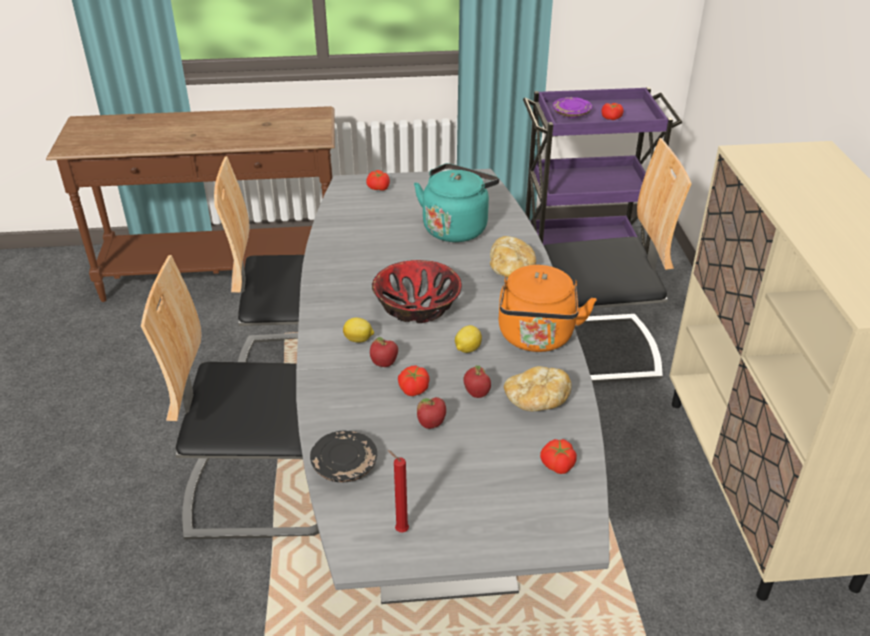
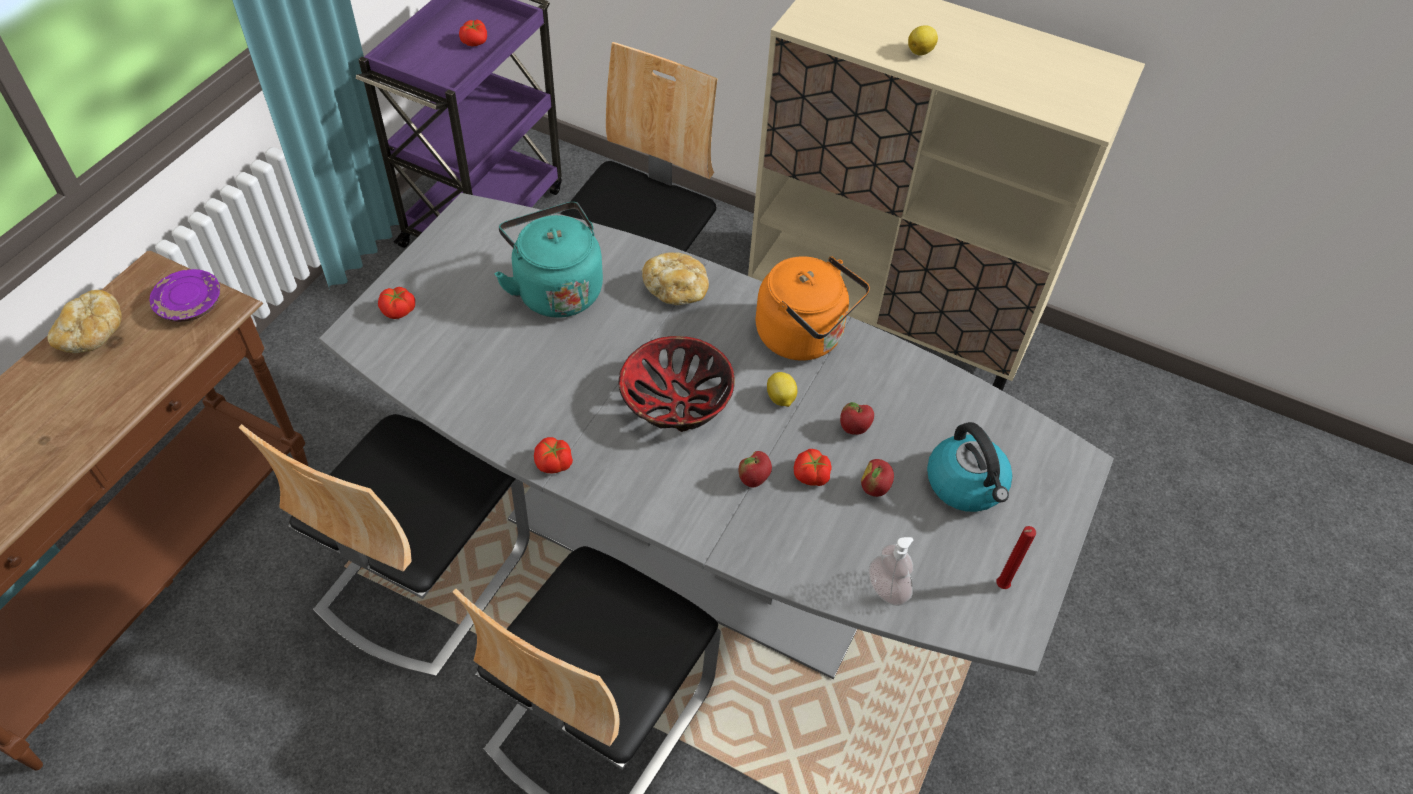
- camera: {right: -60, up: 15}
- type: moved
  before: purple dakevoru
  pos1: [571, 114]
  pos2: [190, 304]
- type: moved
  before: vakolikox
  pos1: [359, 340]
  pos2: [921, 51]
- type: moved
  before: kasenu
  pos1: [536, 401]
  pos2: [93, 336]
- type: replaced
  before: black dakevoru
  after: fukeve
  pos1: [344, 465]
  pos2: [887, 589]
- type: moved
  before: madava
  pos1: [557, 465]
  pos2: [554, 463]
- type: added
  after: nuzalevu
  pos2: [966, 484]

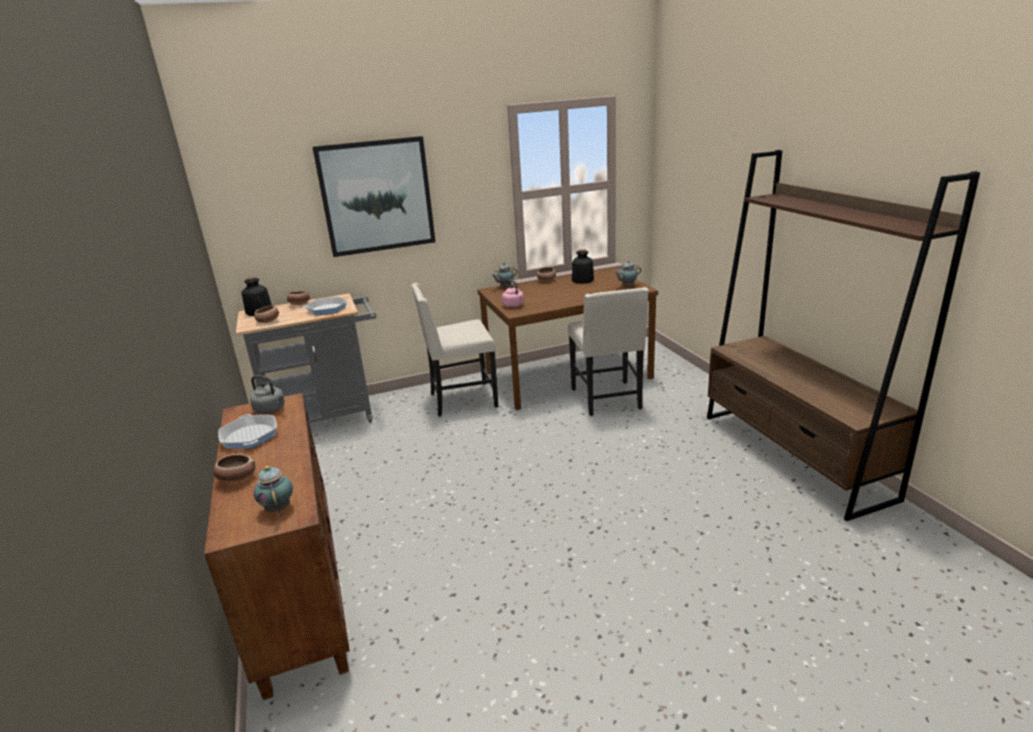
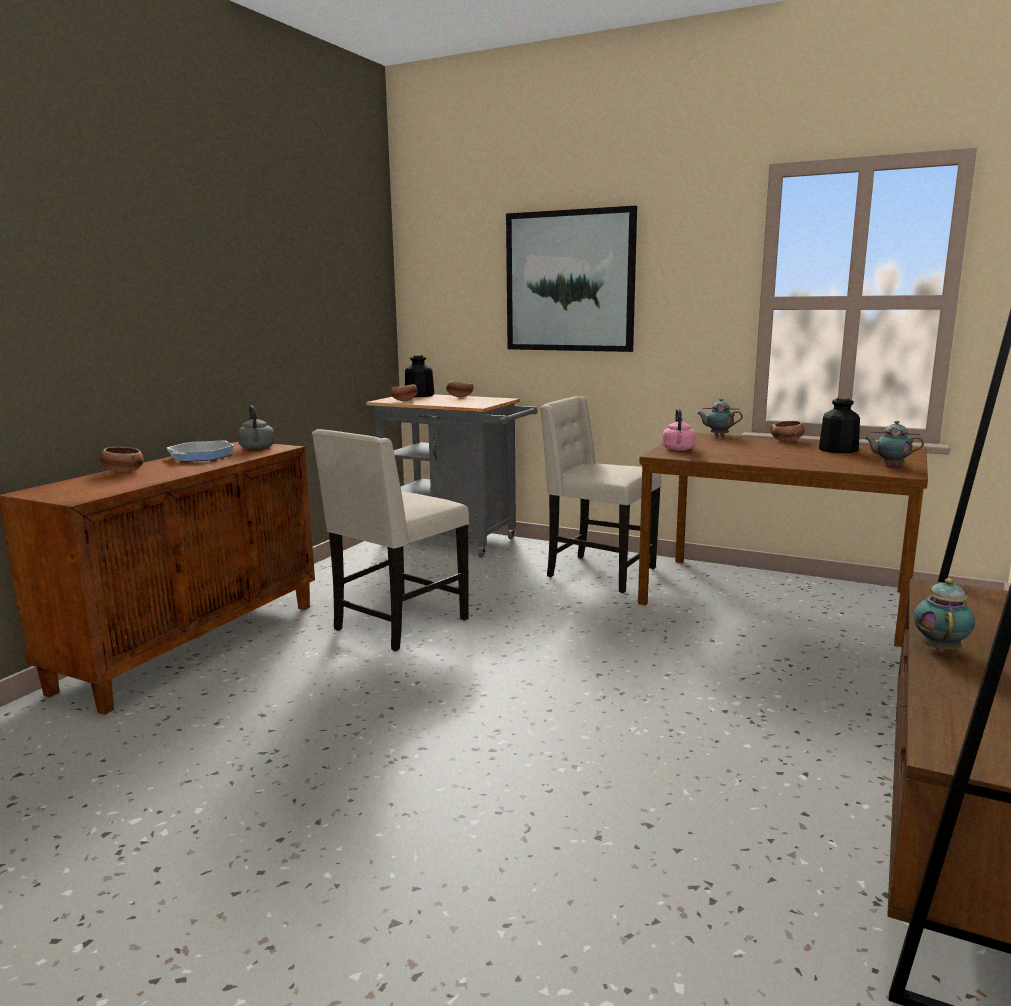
- camera: {right: 45, up: -10}
- type: moved
  before: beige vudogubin
  pos1: [607, 399]
  pos2: [398, 625]
- type: removed
  before: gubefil
  pos1: [327, 309]
- type: moved
  before: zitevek
  pos1: [278, 508]
  pos2: [939, 648]

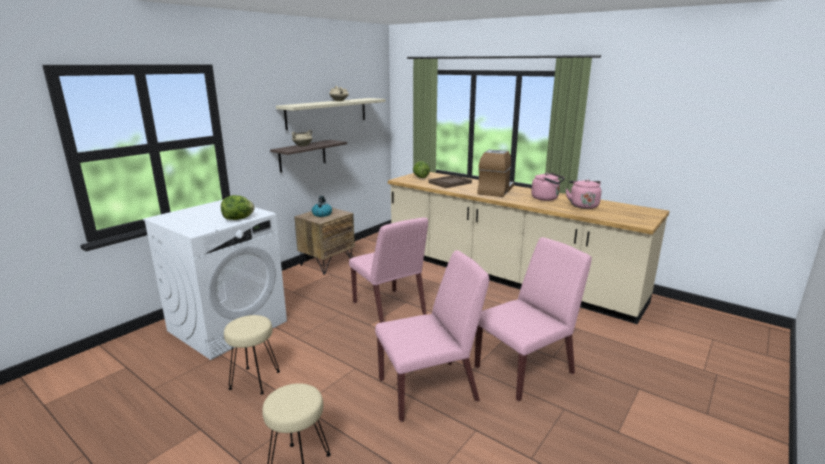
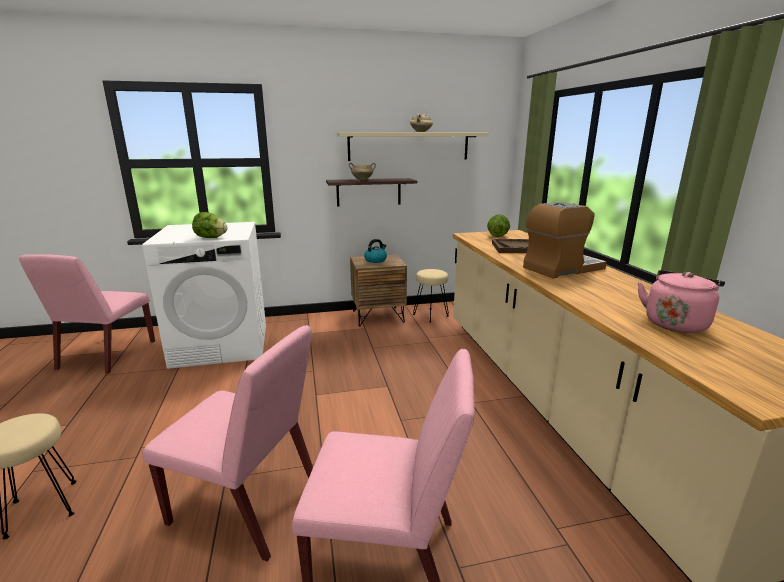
- camera: {right: 40, up: 0}
- type: removed
  before: pink nuzalevu
  pos1: [546, 198]
- type: moved
  before: pink vudogubin
  pos1: [389, 309]
  pos2: [107, 355]
- type: moved
  before: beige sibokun
  pos1: [255, 380]
  pos2: [430, 315]

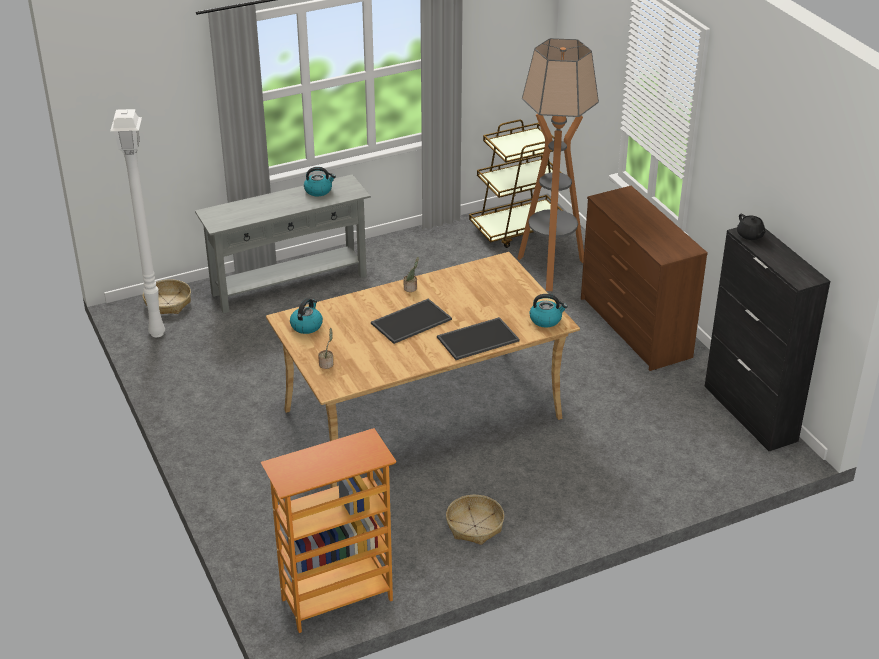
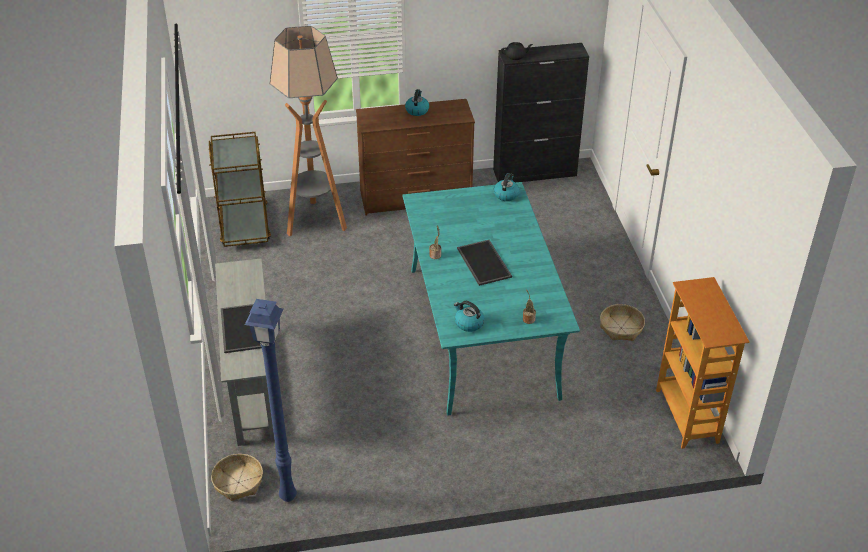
- camera: {right: -75, up: 5}
- type: recoloured
  before: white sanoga
  after: blue sanoga
  pos1: [158, 334]
  pos2: [289, 495]
- type: moved
  before: nuzalevu
  pos1: [318, 190]
  pos2: [417, 110]
- type: recoloured
  before: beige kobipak
  after: turquoise kobipak
  pos1: [422, 414]
  pos2: [481, 331]
- type: moved
  before: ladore
  pos1: [478, 338]
  pos2: [240, 328]

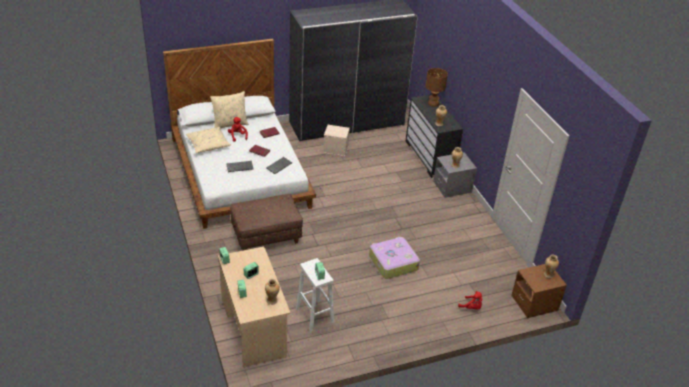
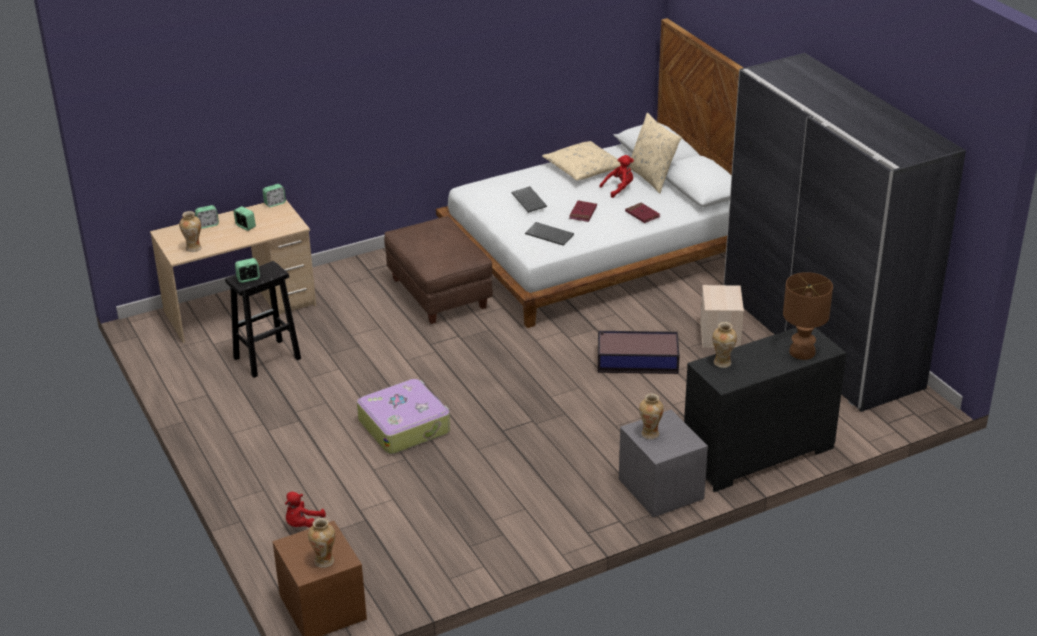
- camera: {right: 85, up: -5}
- type: recoloured
  before: white sibokun
  after: black sibokun
  pos1: [315, 316]
  pos2: [266, 359]
- type: added
  after: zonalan
  pos2: [636, 360]

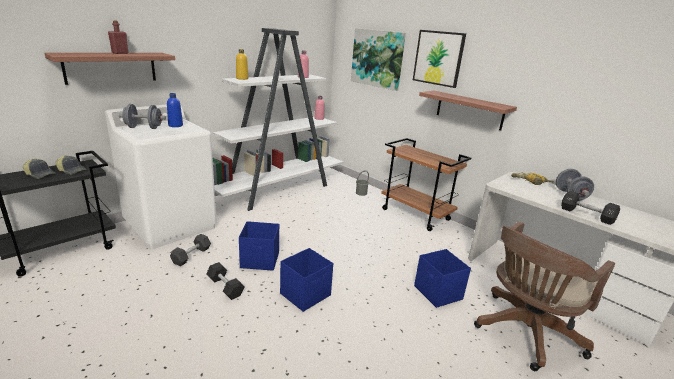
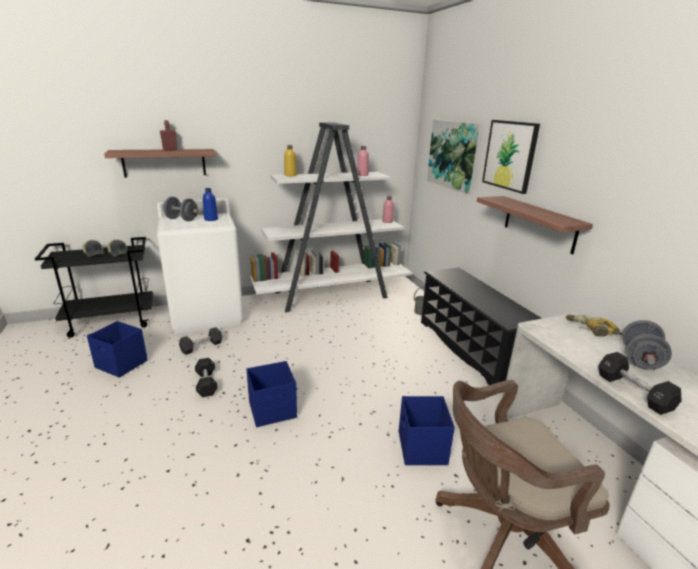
- camera: {right: 25, up: 0}
- type: replaced
  before: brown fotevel
  after: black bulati
  pos1: [416, 215]
  pos2: [470, 349]
- type: moved
  before: blue zonalan
  pos1: [260, 260]
  pos2: [121, 364]

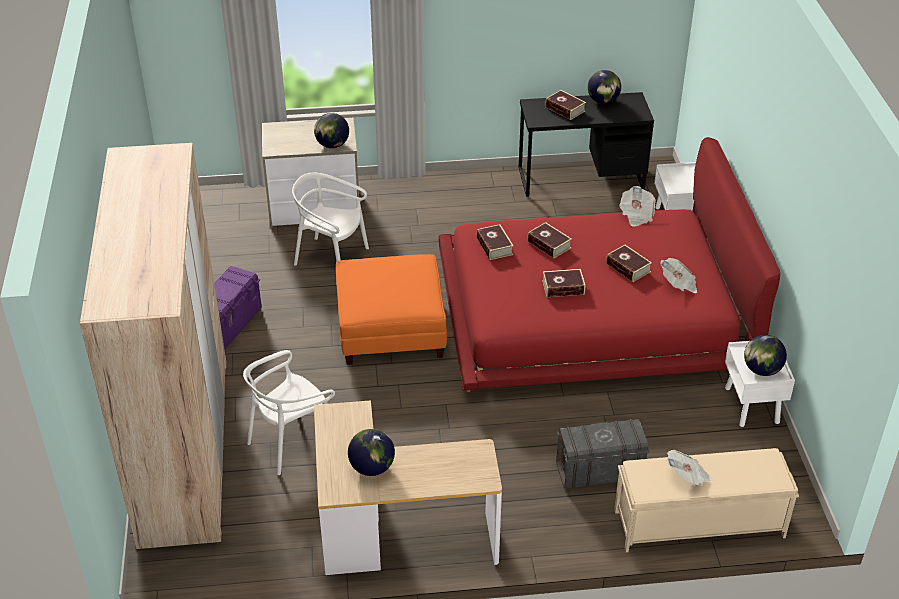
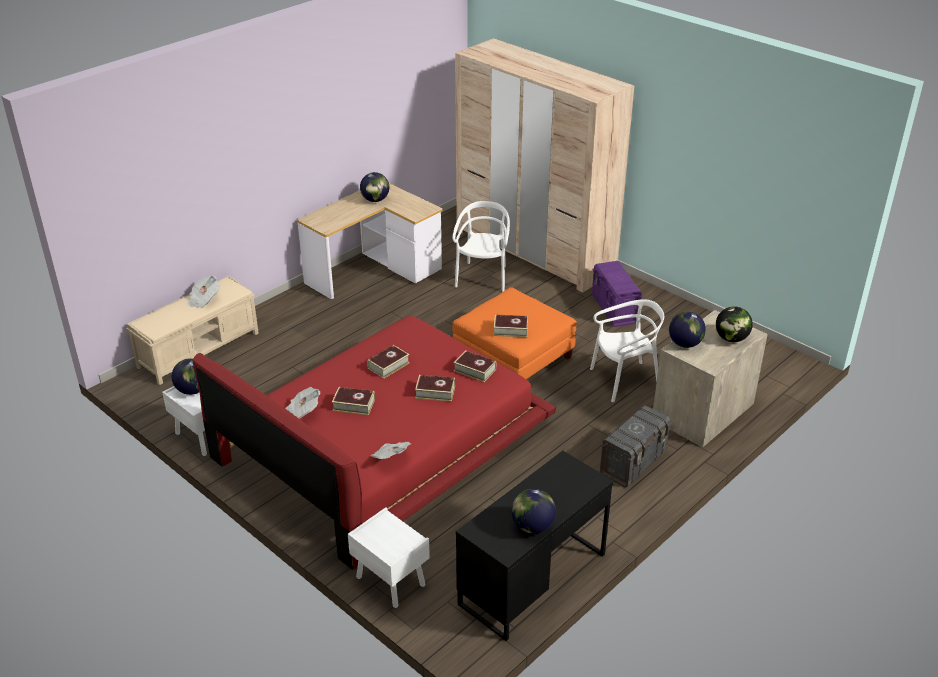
- camera: {right: 140, up: -5}
- type: moved
  before: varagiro
  pos1: [565, 109]
  pos2: [510, 330]
- type: moved
  before: grey zonalan
  pos1: [598, 471]
  pos2: [633, 462]
- type: added
  after: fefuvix
  pos2: [731, 338]

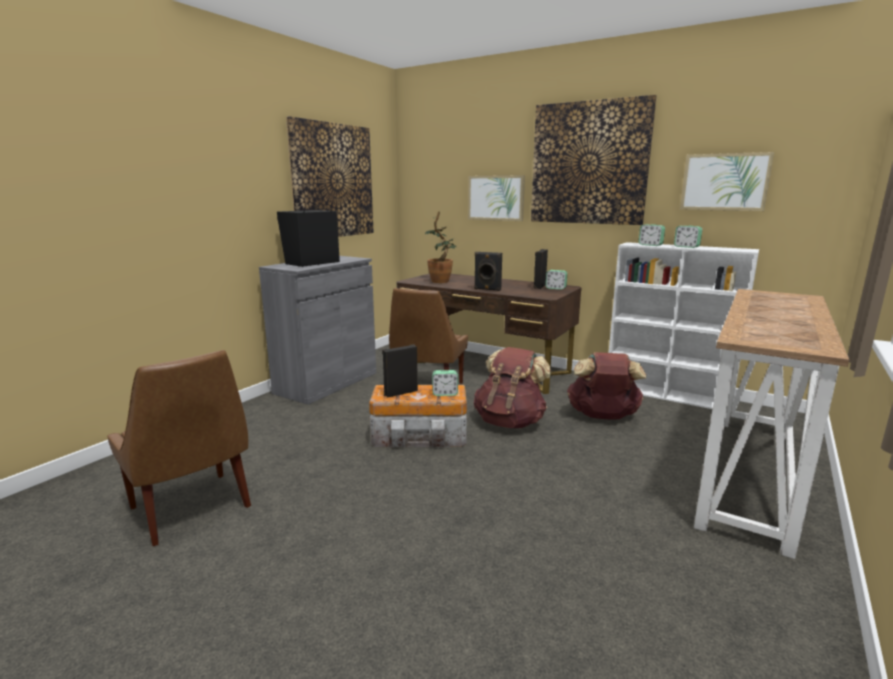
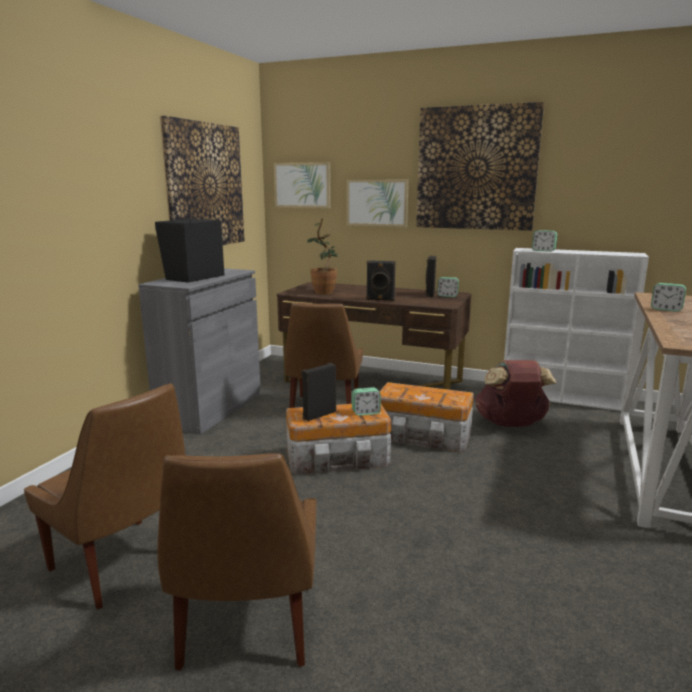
- camera: {right: -10, up: 0}
- type: moved
  before: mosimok
  pos1: [724, 182]
  pos2: [302, 185]
- type: moved
  before: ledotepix
  pos1: [686, 247]
  pos2: [666, 309]
- type: replaced
  before: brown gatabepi
  after: zonalan
  pos1: [510, 422]
  pos2: [423, 436]
- type: added
  after: brown vudogubin
  pos2: [246, 630]

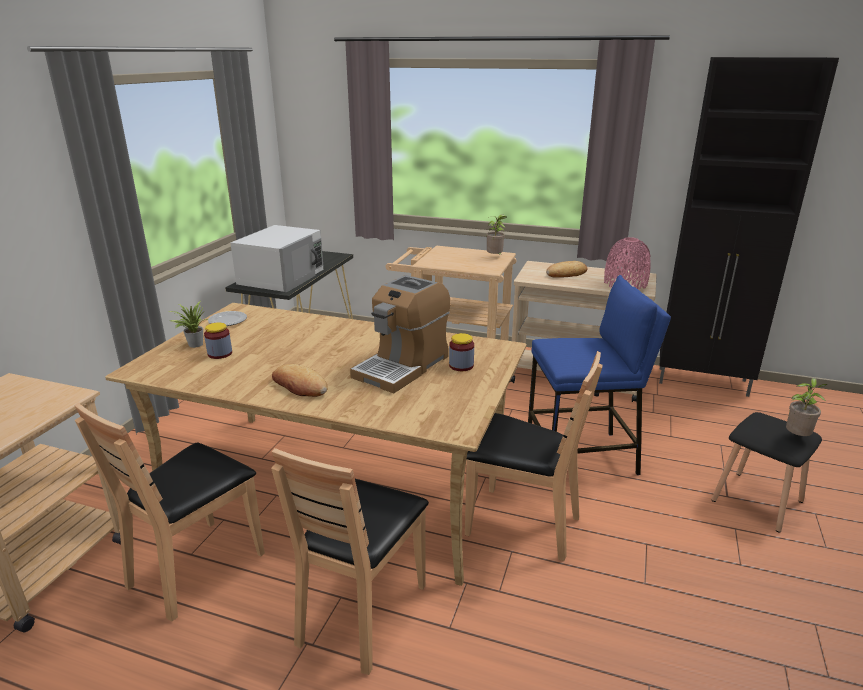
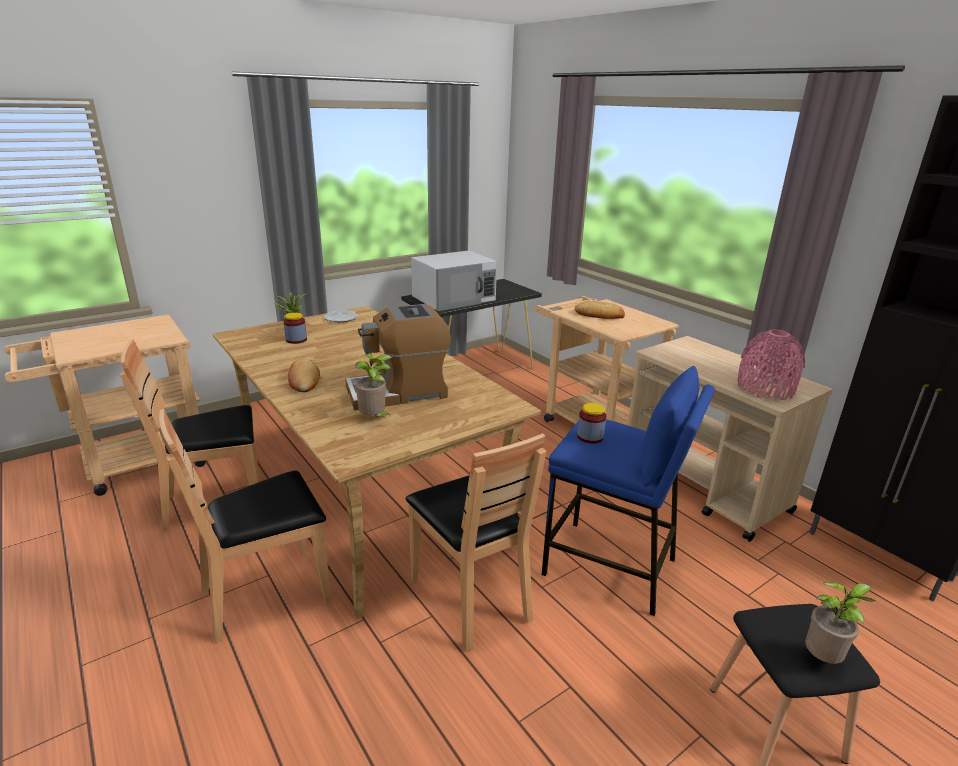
- camera: {right: 35, up: 0}
- type: moved
  before: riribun
  pos1: [495, 257]
  pos2: [374, 419]
- type: moved
  before: kasenu
  pos1: [566, 273]
  pos2: [599, 315]
- type: moved
  before: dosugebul
  pos1: [461, 366]
  pos2: [590, 437]

